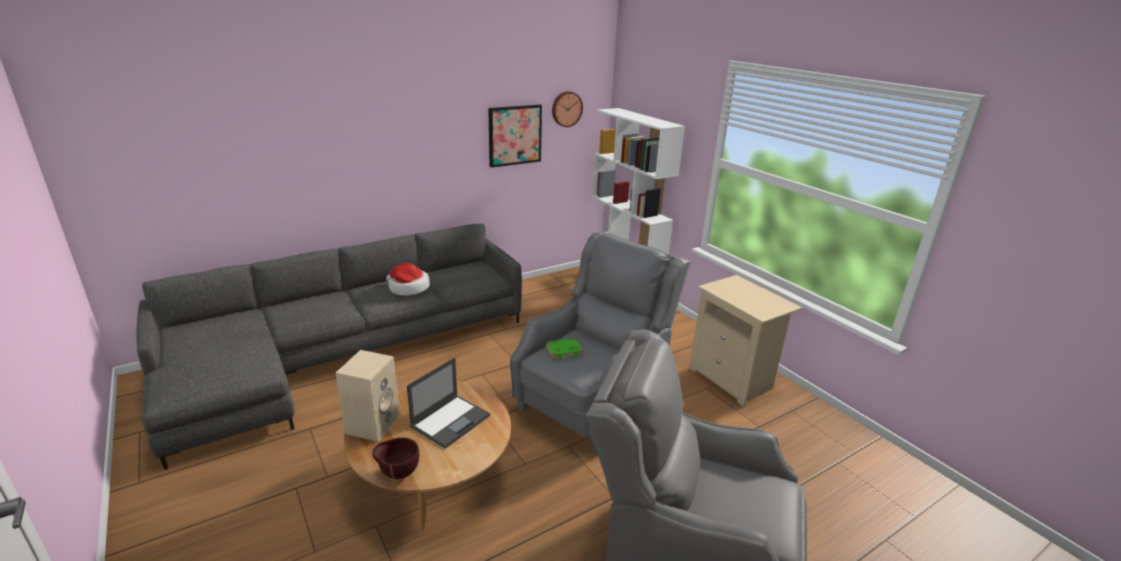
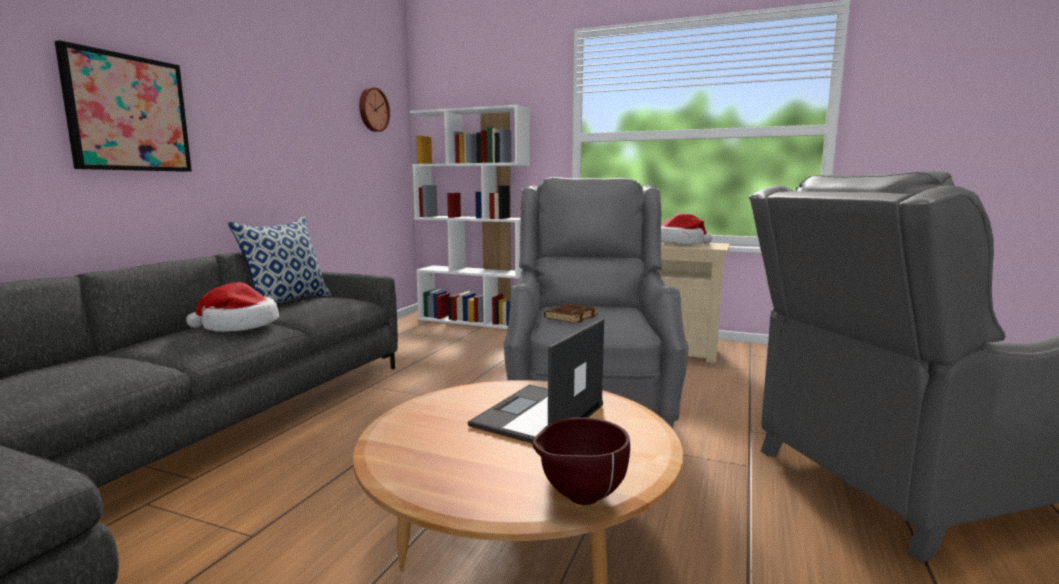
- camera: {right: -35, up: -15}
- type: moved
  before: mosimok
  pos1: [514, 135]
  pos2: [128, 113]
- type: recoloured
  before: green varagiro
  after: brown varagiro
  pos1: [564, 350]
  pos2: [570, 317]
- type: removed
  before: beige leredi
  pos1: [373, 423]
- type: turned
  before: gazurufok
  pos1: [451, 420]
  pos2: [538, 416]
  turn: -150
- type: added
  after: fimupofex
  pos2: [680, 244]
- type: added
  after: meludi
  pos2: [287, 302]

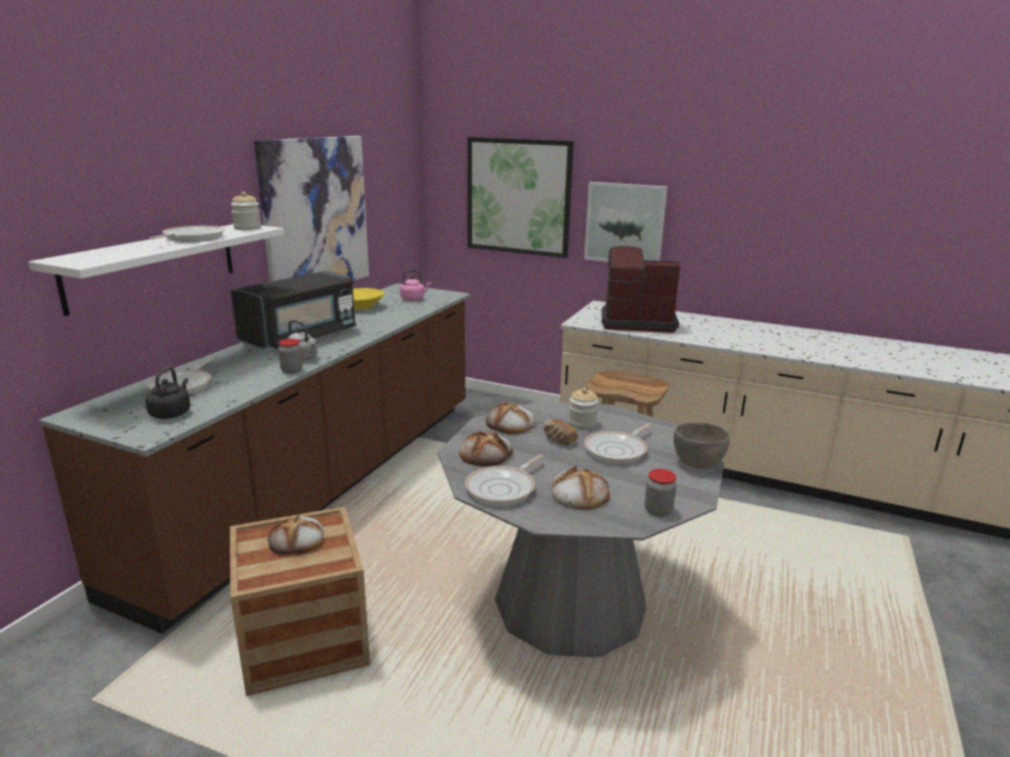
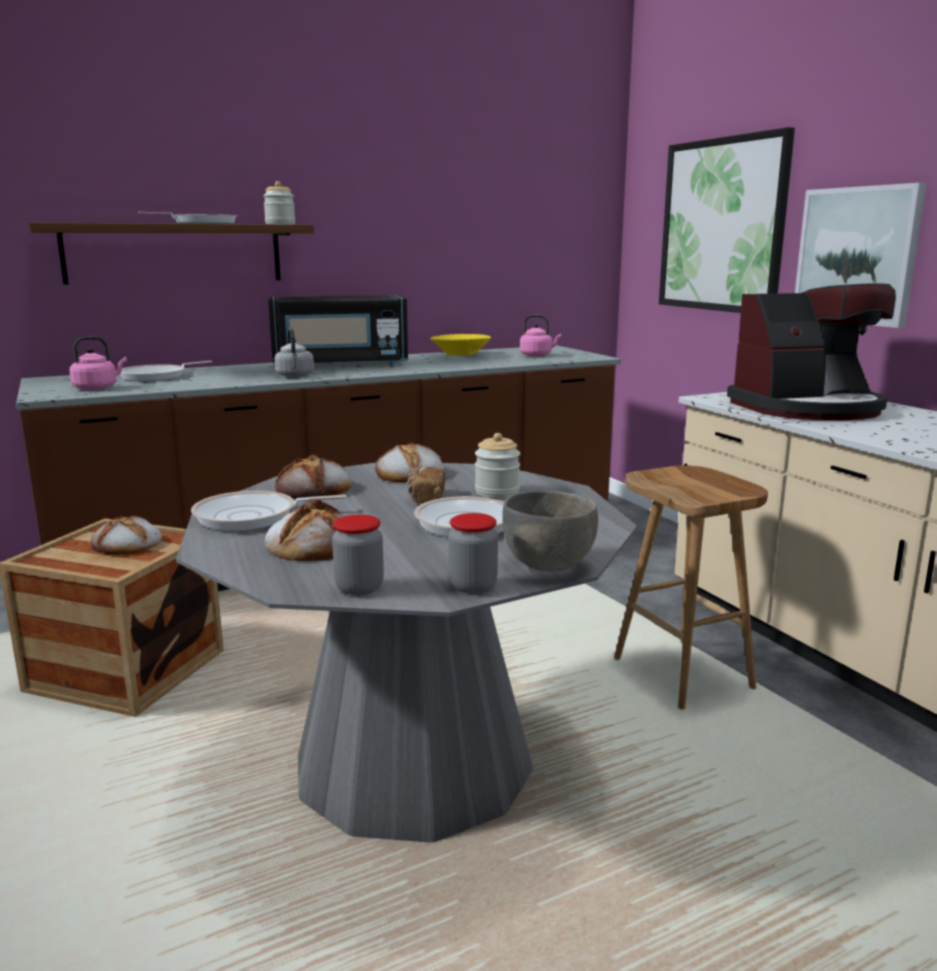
- camera: {right: 40, up: -5}
- type: removed
  before: mosimok
  pos1: [316, 216]
- type: recoloured
  before: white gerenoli
  after: brown gerenoli
  pos1: [153, 265]
  pos2: [174, 253]
- type: turned
  before: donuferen
  pos1: [636, 322]
  pos2: [807, 408]
  turn: 120
- type: moved
  before: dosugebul
  pos1: [292, 370]
  pos2: [473, 586]
- type: recoloured
  before: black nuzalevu
  after: pink nuzalevu
  pos1: [171, 413]
  pos2: [98, 388]

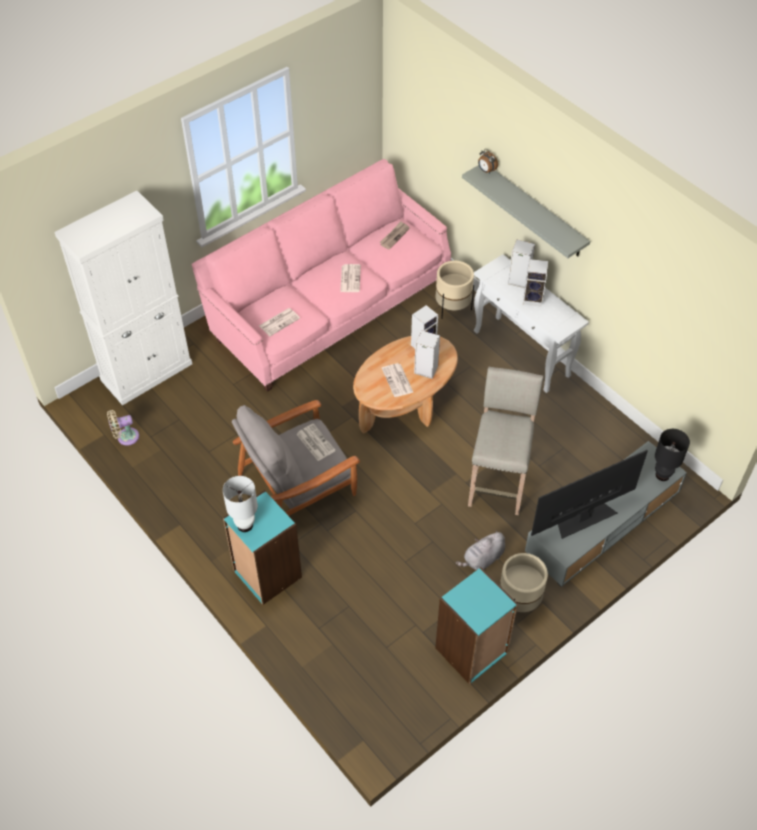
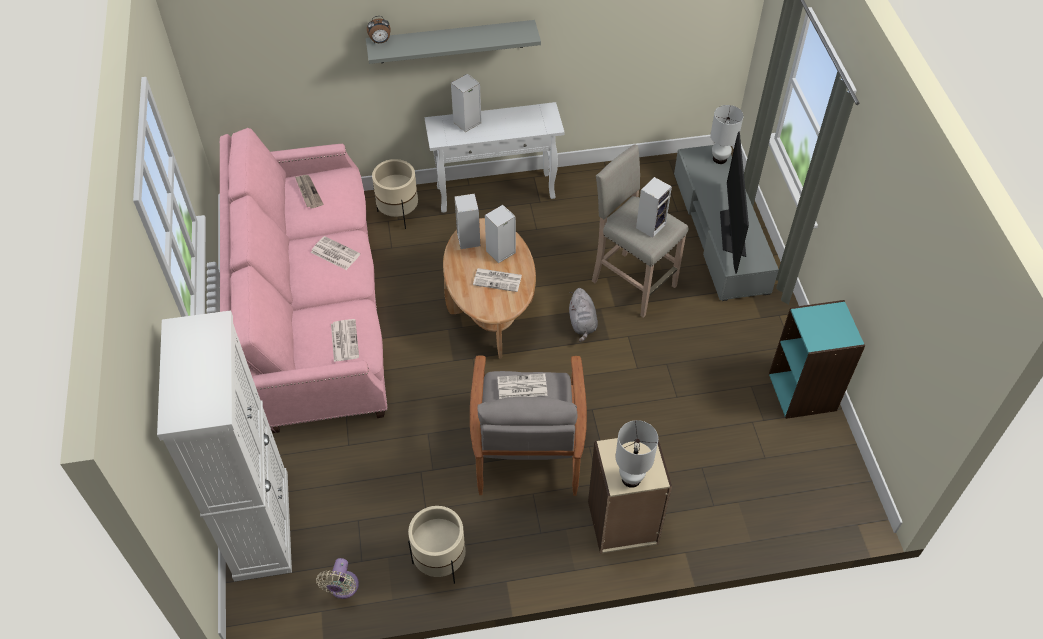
- camera: {right: -60, up: 0}
- type: moved
  before: leredi
  pos1: [533, 298]
  pos2: [651, 225]
- type: recoloured
  before: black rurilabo
  after: white rurilabo
  pos1: [662, 475]
  pos2: [719, 159]
- type: recoloured
  before: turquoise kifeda
  after: beige kifeda
  pos1: [267, 574]
  pos2: [622, 523]
- type: moved
  before: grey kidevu
  pos1: [482, 559]
  pos2: [582, 323]
- type: moved
  before: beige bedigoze
  pos1: [519, 601]
  pos2: [440, 561]

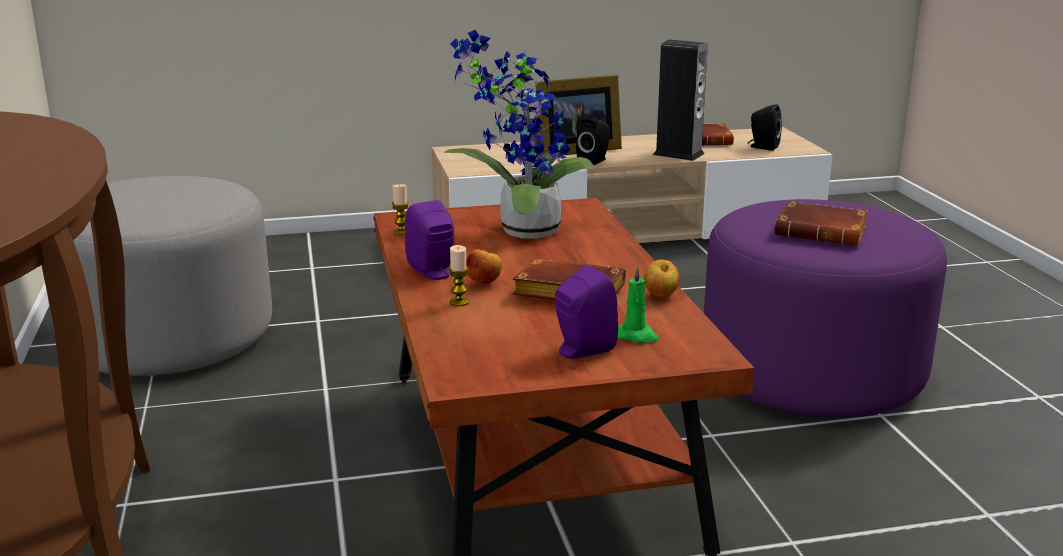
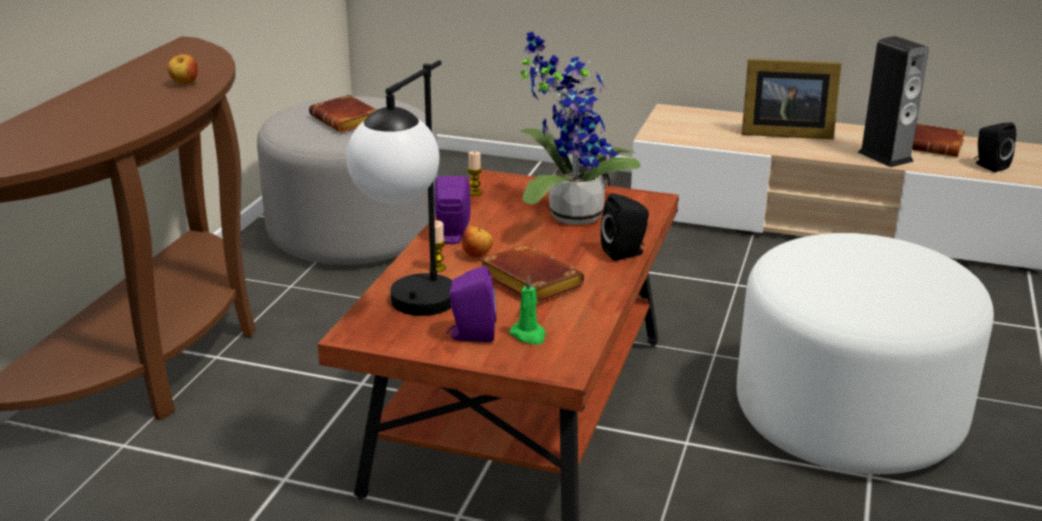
- camera: {right: 30, up: 5}
- type: moved
  before: black leredi
  pos1: [594, 160]
  pos2: [626, 253]
- type: recoloured
  before: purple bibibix
  after: white bibibix
  pos1: [812, 373]
  pos2: [849, 415]
- type: moved
  before: brown varagiro
  pos1: [823, 232]
  pos2: [348, 121]
- type: moved
  before: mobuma
  pos1: [661, 297]
  pos2: [184, 84]
- type: added
  after: rurilabo
  pos2: [410, 312]

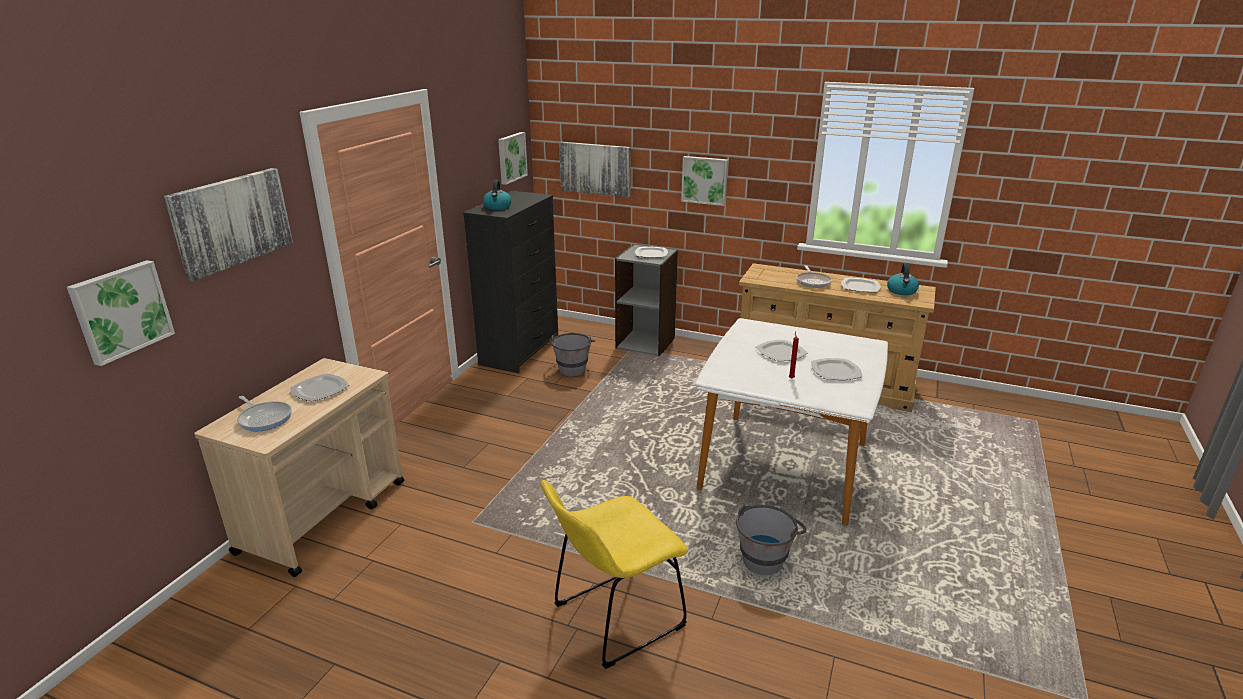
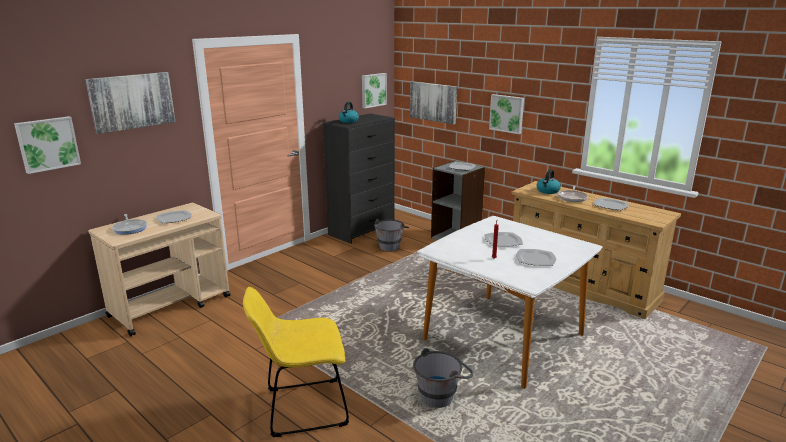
- camera: {right: 20, up: -5}
- type: moved
  before: nuzalevu
  pos1: [902, 291]
  pos2: [548, 191]

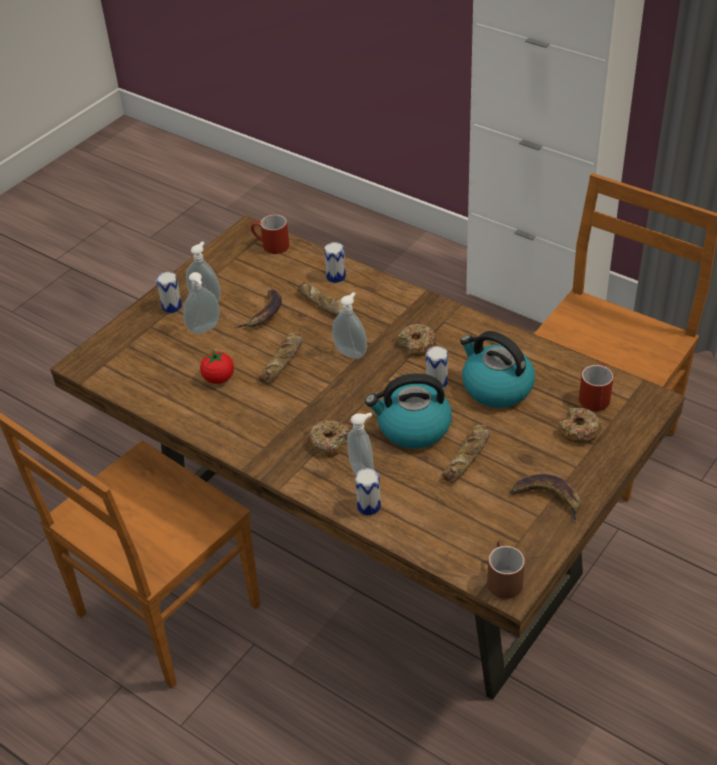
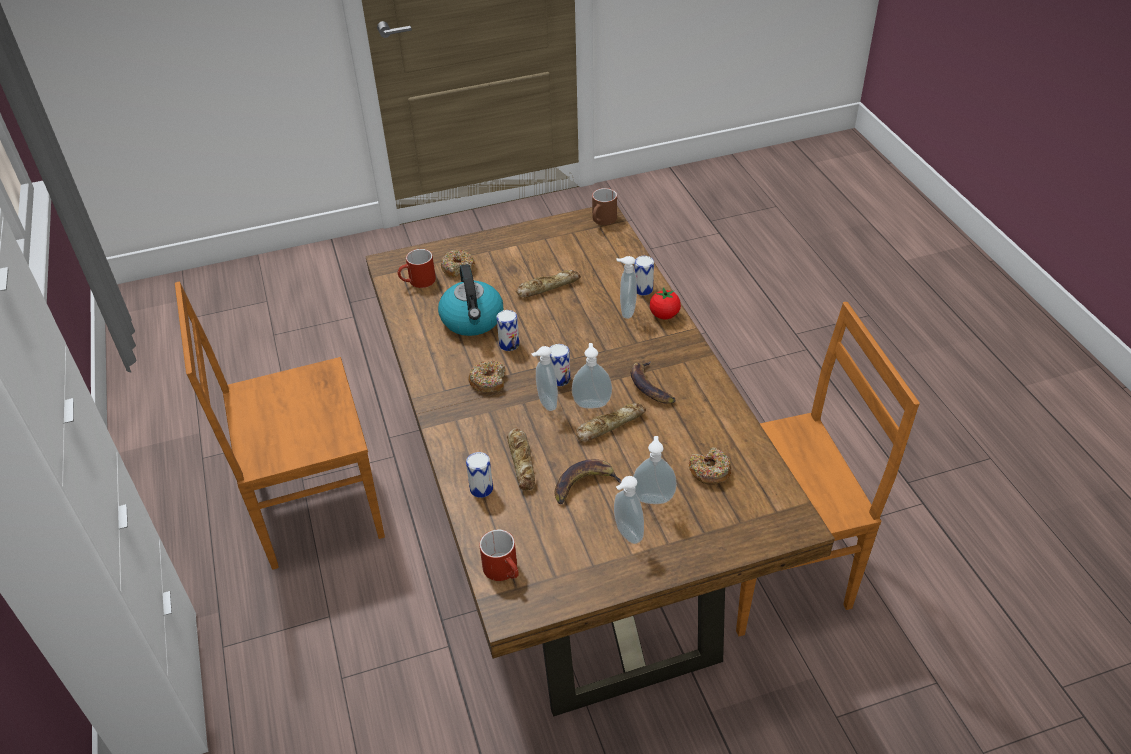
- camera: {right: -145, up: 0}
- type: moved
  before: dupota
  pos1: [172, 306]
  pos2: [559, 379]
- type: moved
  before: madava
  pos1: [218, 378]
  pos2: [664, 315]
- type: removed
  before: nuzalevu
  pos1: [412, 428]
- type: moved
  before: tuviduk
  pos1: [329, 442]
  pos2: [709, 471]
- type: moved
  before: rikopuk
  pos1: [548, 499]
  pos2: [649, 386]
- type: added
  after: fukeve
  pos2: [592, 403]

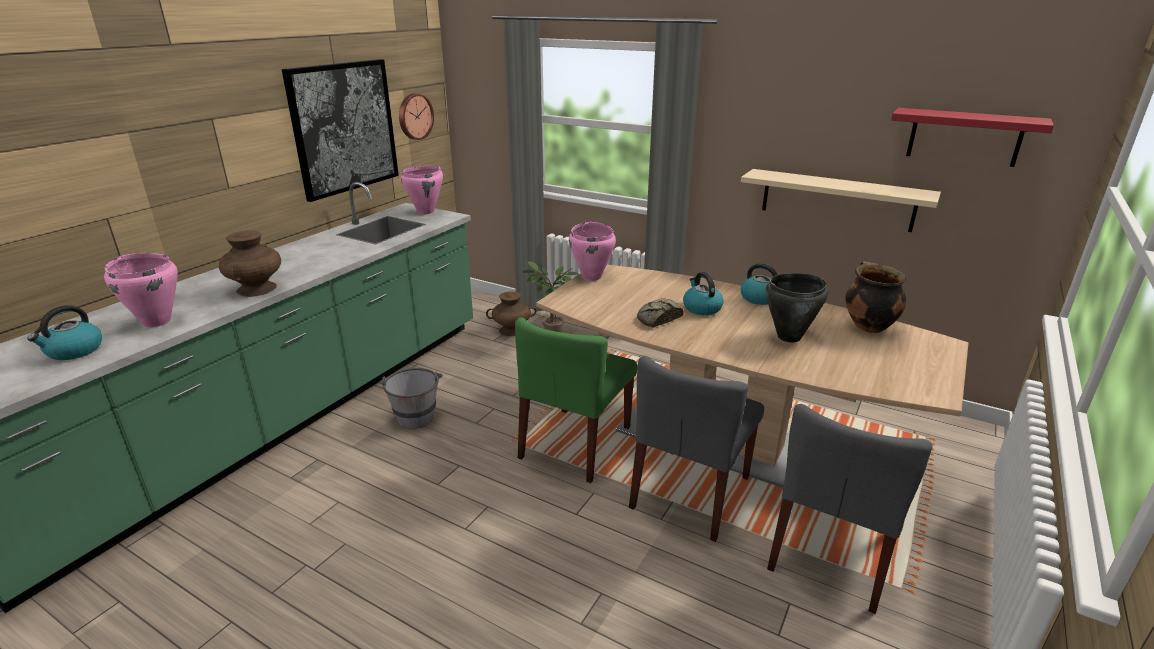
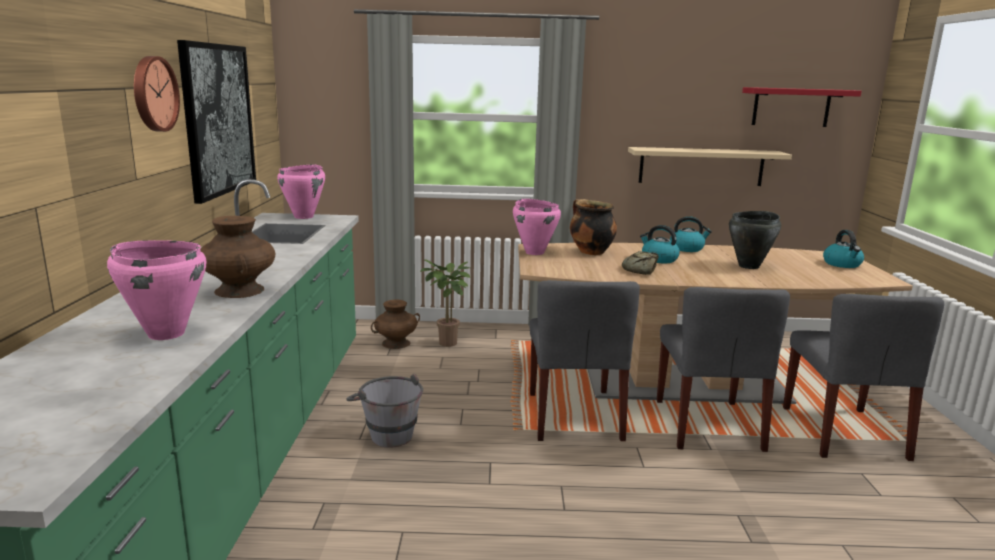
- camera: {right: -30, up: -10}
- type: moved
  before: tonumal
  pos1: [414, 116]
  pos2: [153, 94]
- type: moved
  before: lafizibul
  pos1: [867, 326]
  pos2: [590, 252]
- type: moved
  before: nuzalevu
  pos1: [74, 351]
  pos2: [842, 264]
- type: recoloured
  before: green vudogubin
  after: grey vudogubin
  pos1: [575, 444]
  pos2: [574, 416]

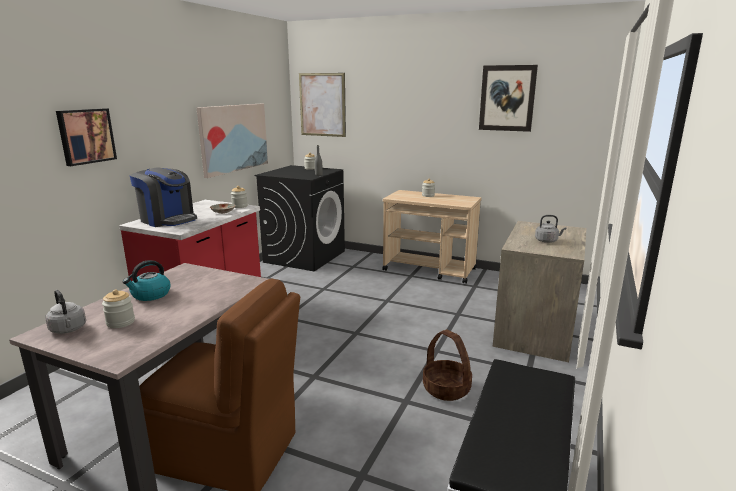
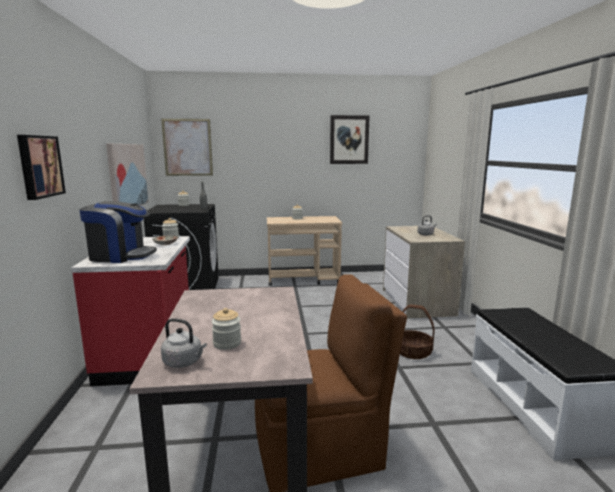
- camera: {right: -30, up: -5}
- type: removed
  before: nuzalevu
  pos1: [150, 295]

